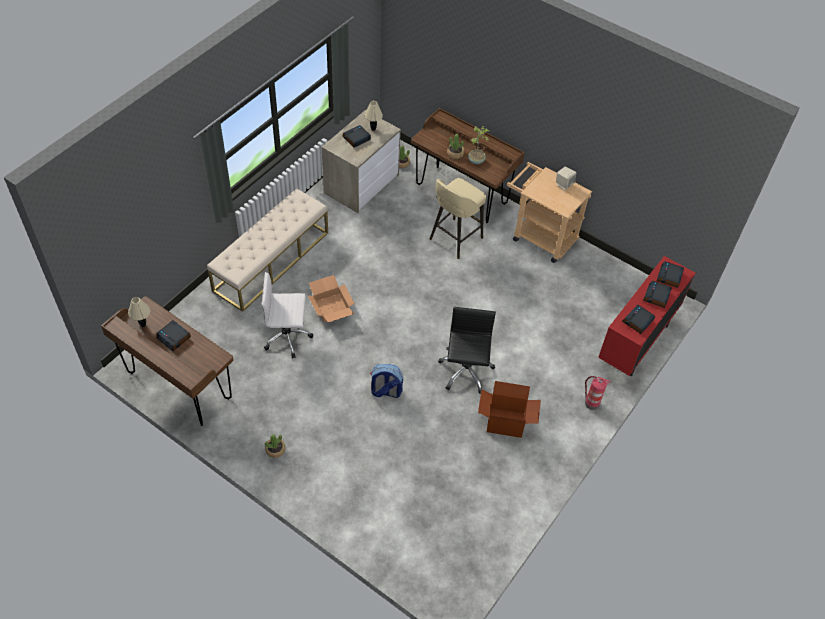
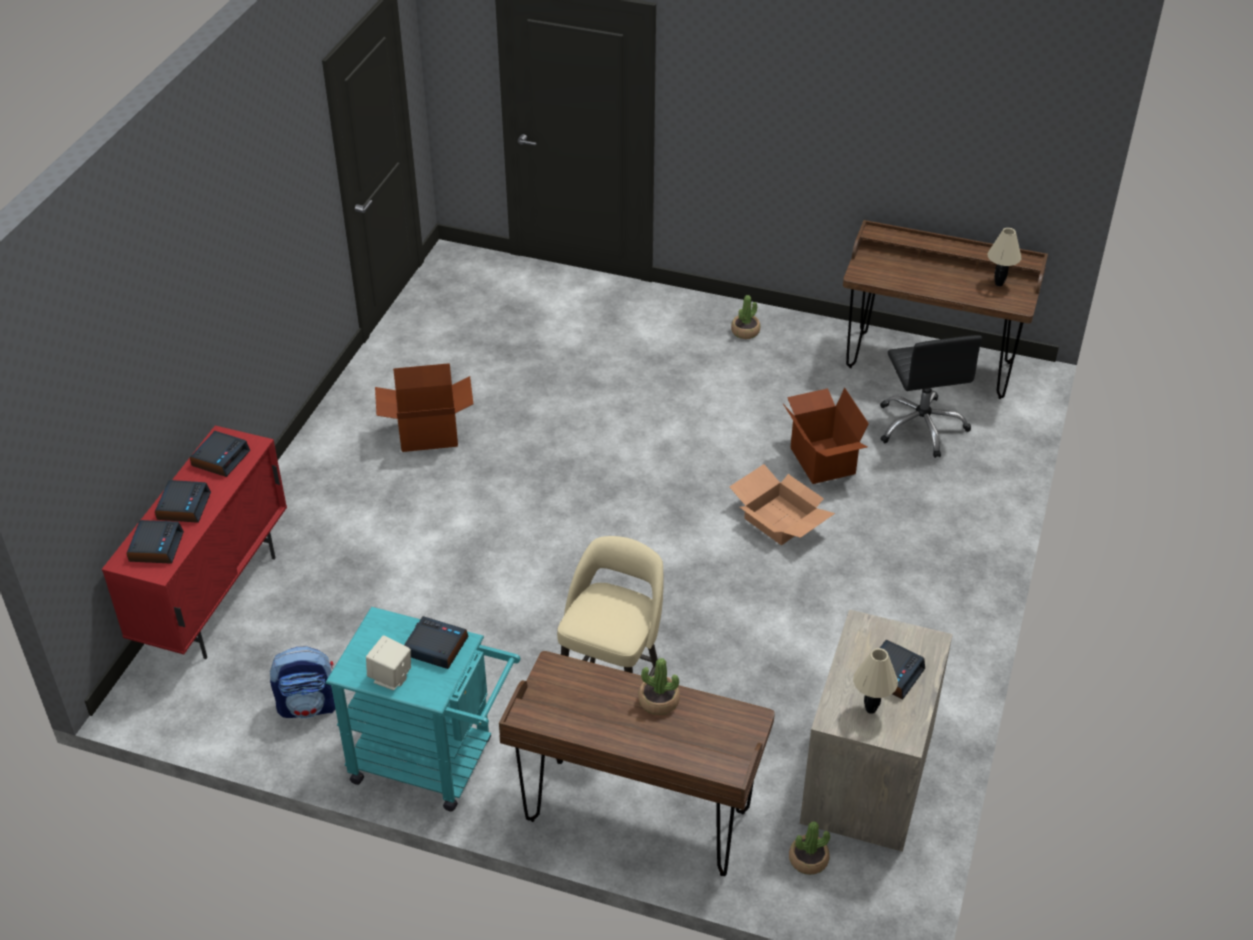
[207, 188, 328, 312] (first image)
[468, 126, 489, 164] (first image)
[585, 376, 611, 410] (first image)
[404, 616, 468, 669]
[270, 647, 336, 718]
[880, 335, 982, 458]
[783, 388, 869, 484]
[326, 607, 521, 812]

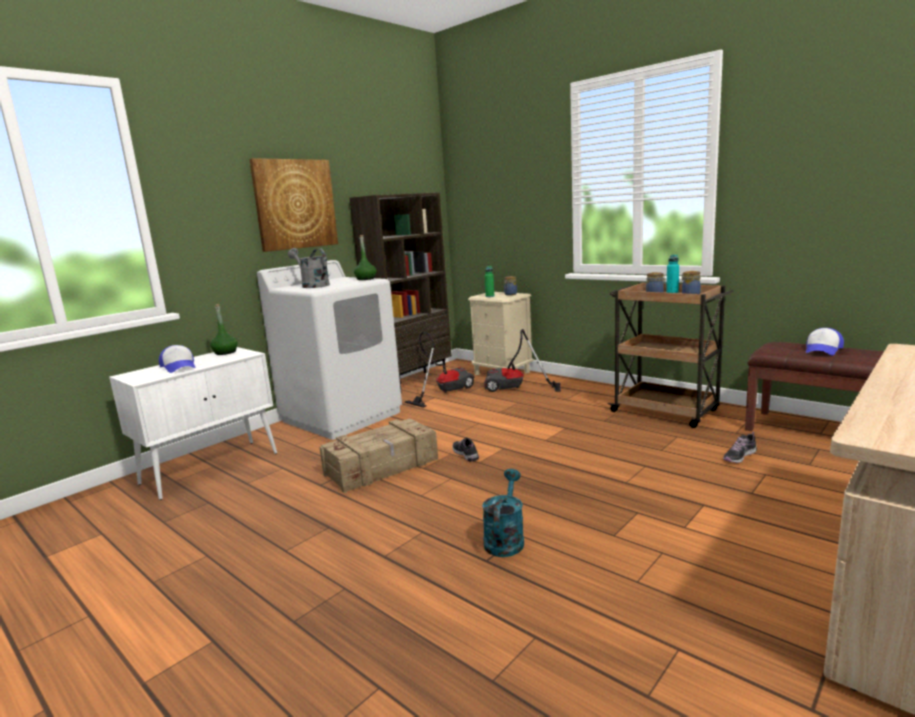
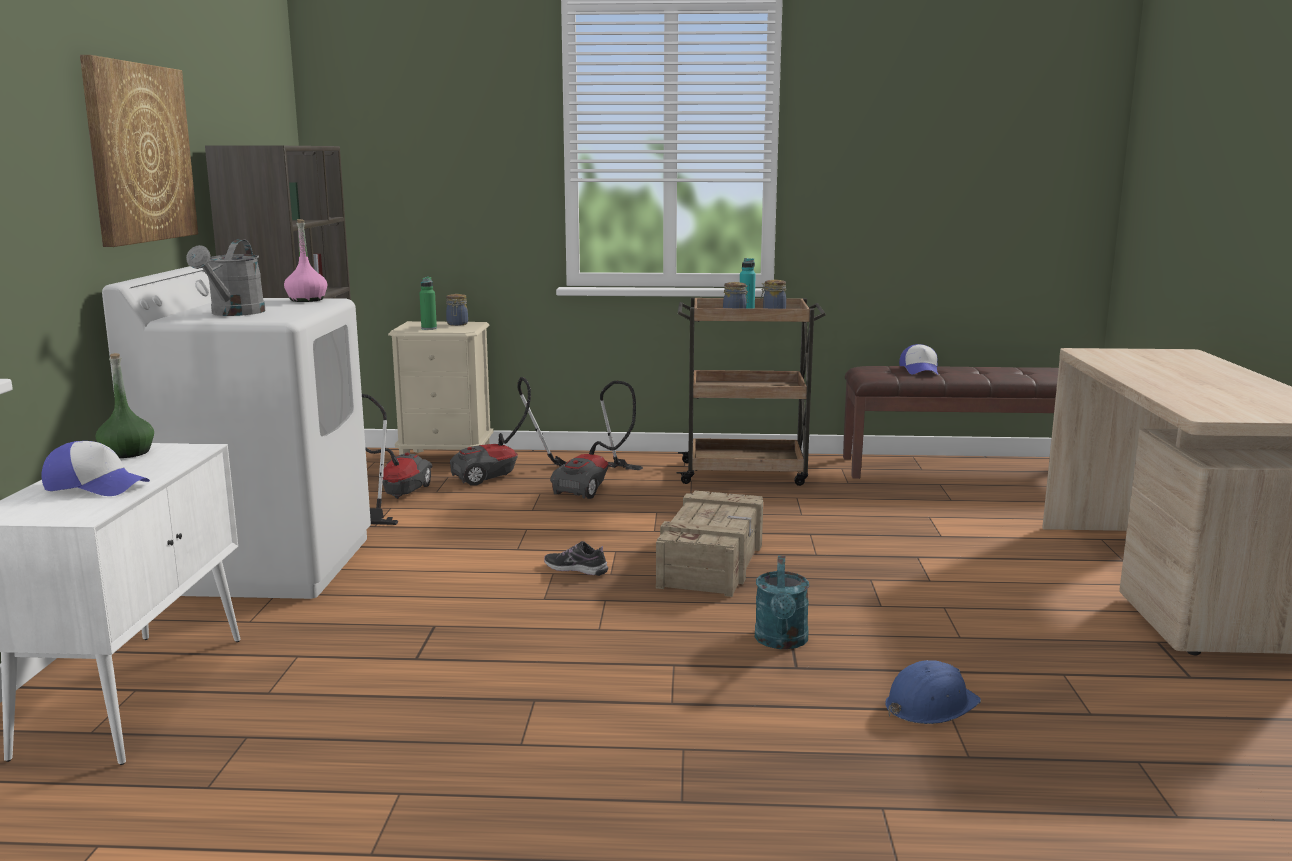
[723, 432, 757, 463] (first image)
[550, 381, 643, 499]
[885, 660, 981, 724]
[656, 491, 763, 597]
[284, 219, 327, 302]
[186, 239, 265, 316]
[755, 556, 809, 649]

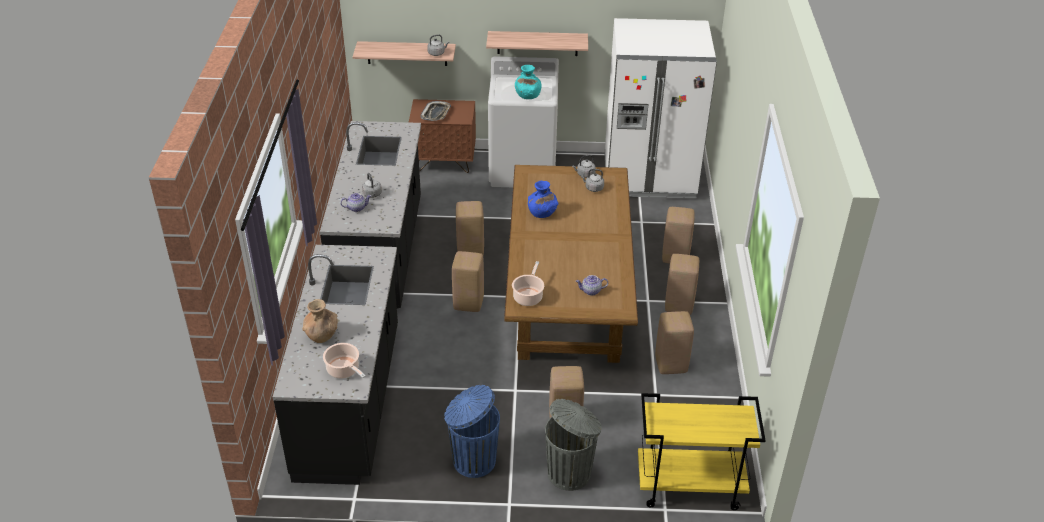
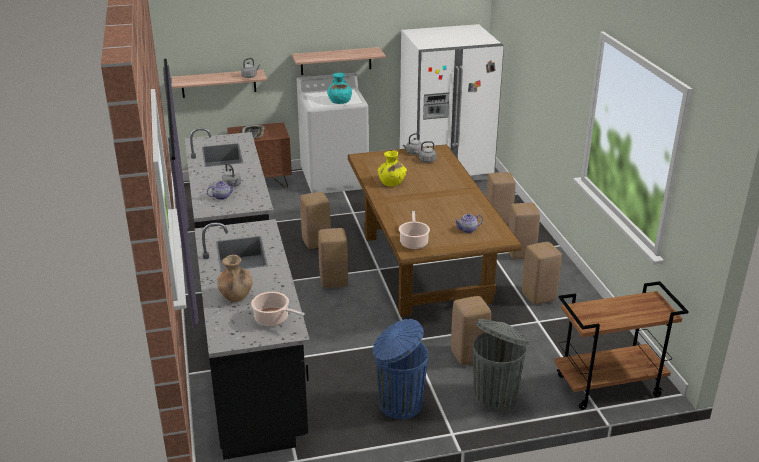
[377, 151, 407, 187]
[554, 281, 689, 410]

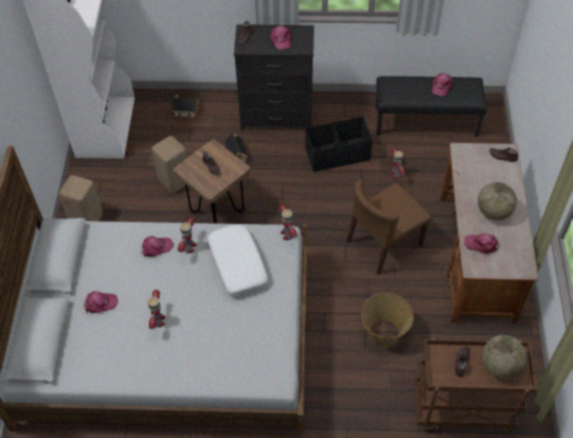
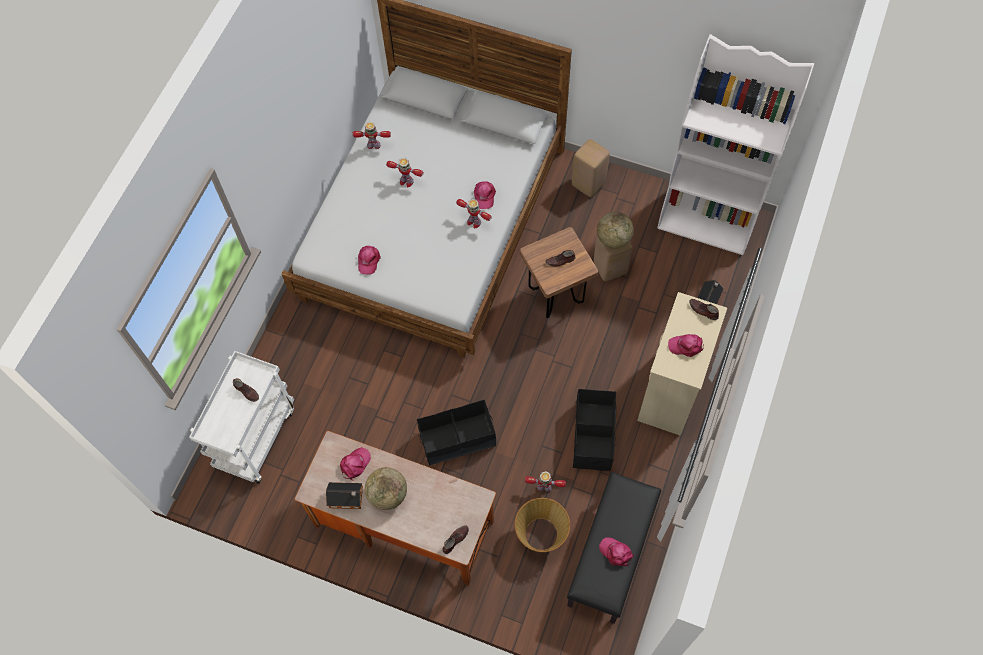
[207, 225, 268, 296] (first image)
[358, 246, 381, 274]
[326, 482, 363, 509]
[353, 122, 391, 149]
[515, 498, 570, 552]
[597, 212, 634, 249]
[417, 400, 496, 466]
[637, 292, 727, 436]
[189, 351, 294, 484]

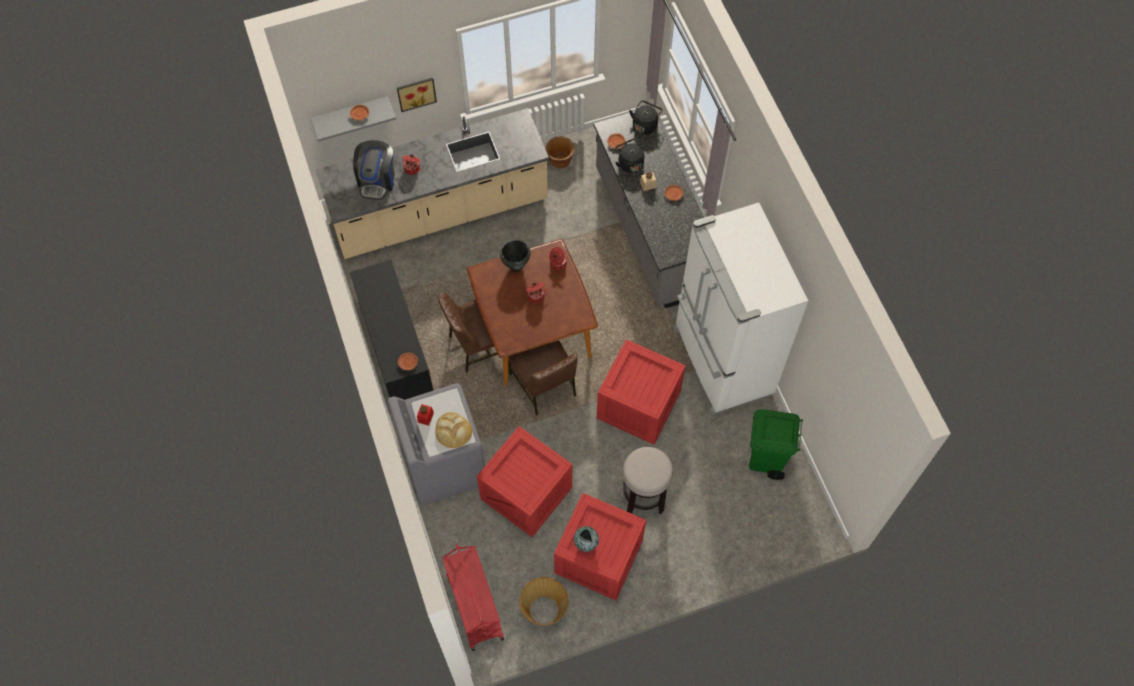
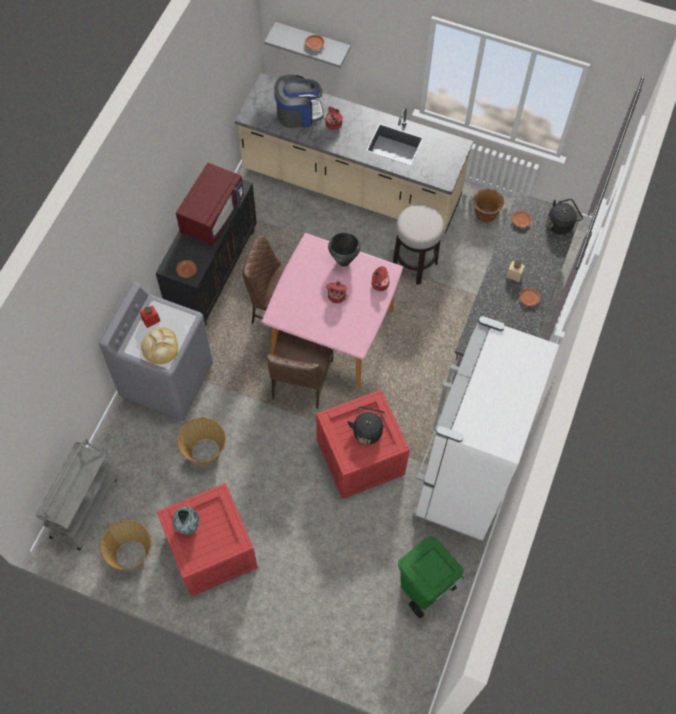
[397, 78, 437, 112] (first image)
[176, 163, 244, 246]
[347, 407, 385, 444]
[392, 205, 444, 285]
[177, 418, 226, 466]
[35, 438, 118, 551]
[262, 233, 403, 389]
[274, 75, 324, 128]

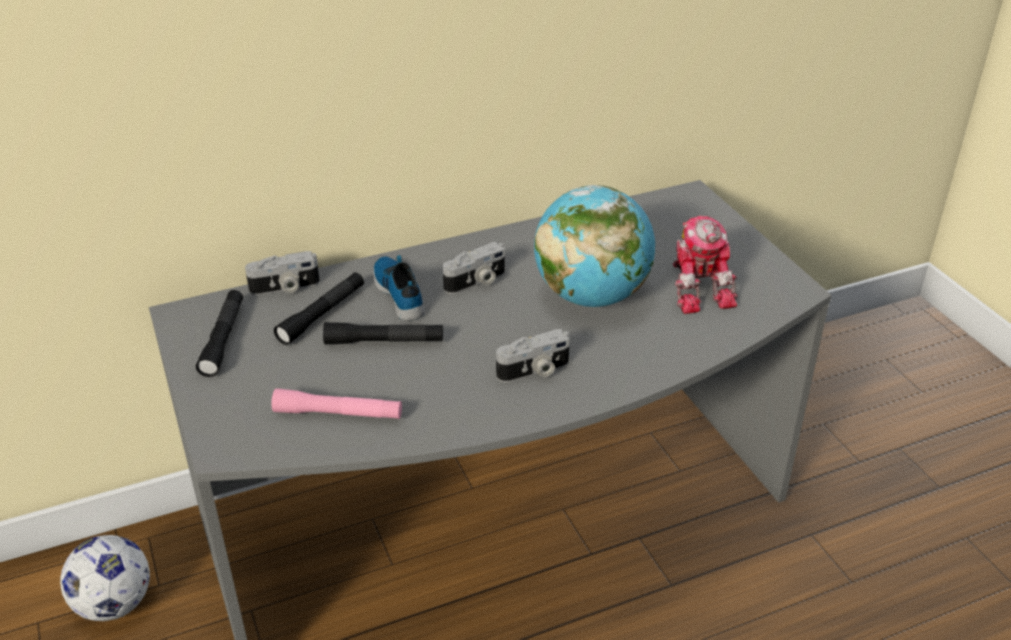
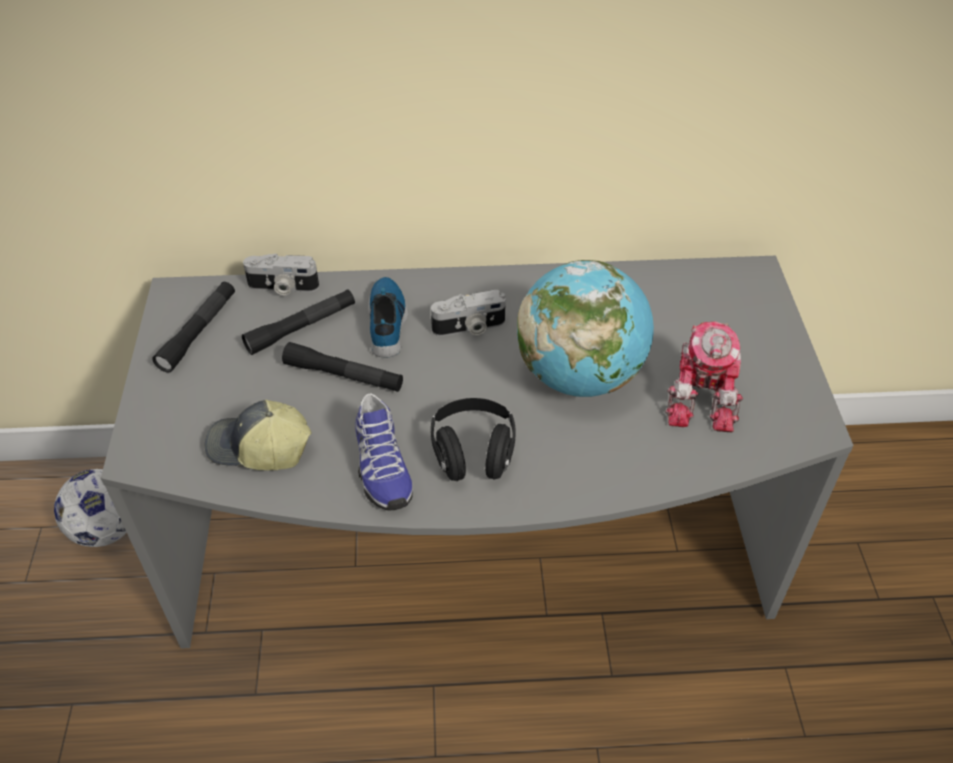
[355, 393, 413, 510]
[205, 400, 312, 470]
[431, 398, 516, 481]

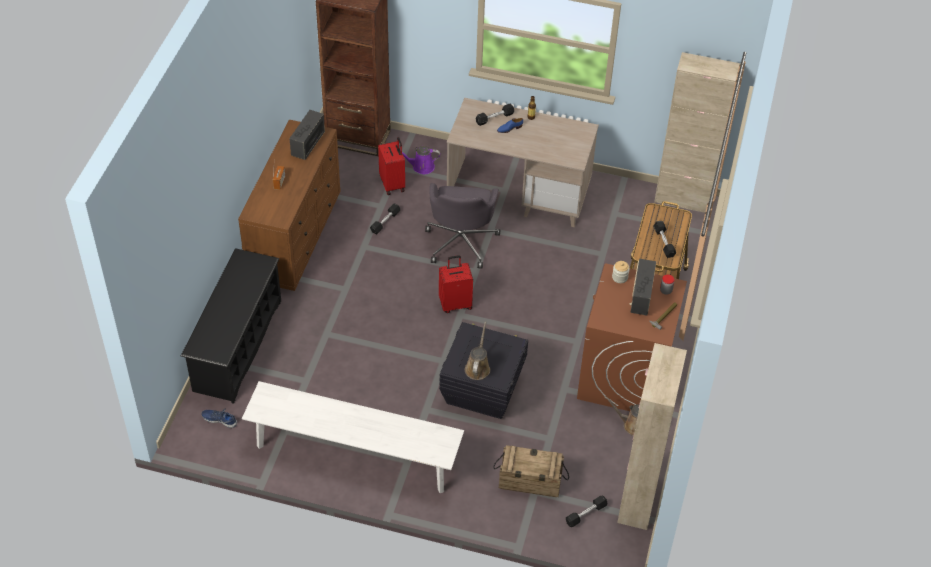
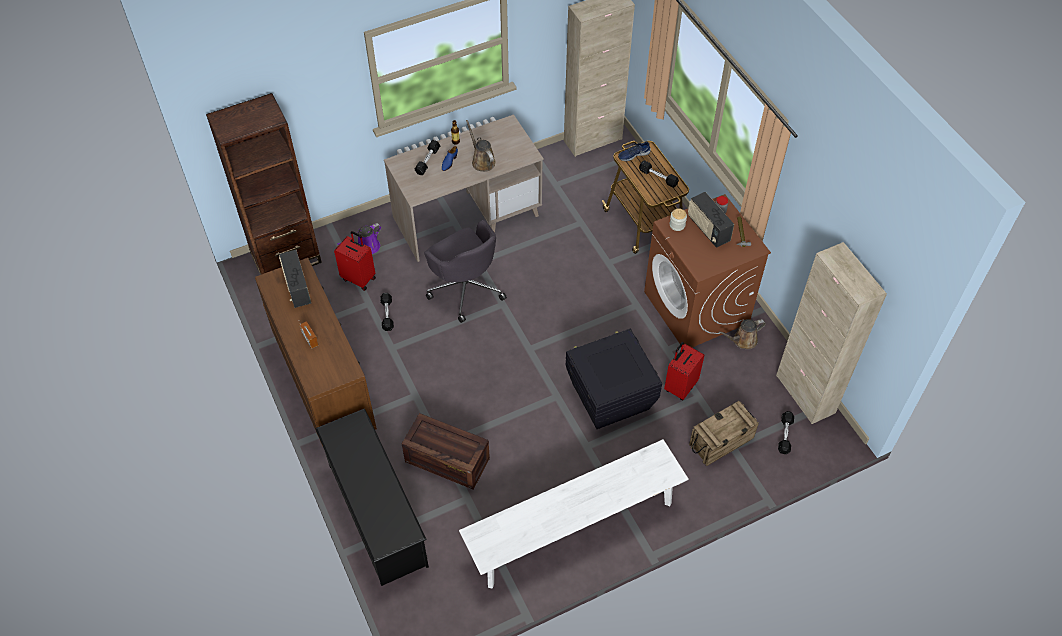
[402, 413, 490, 490]
[618, 141, 651, 161]
[664, 342, 704, 400]
[466, 120, 495, 172]

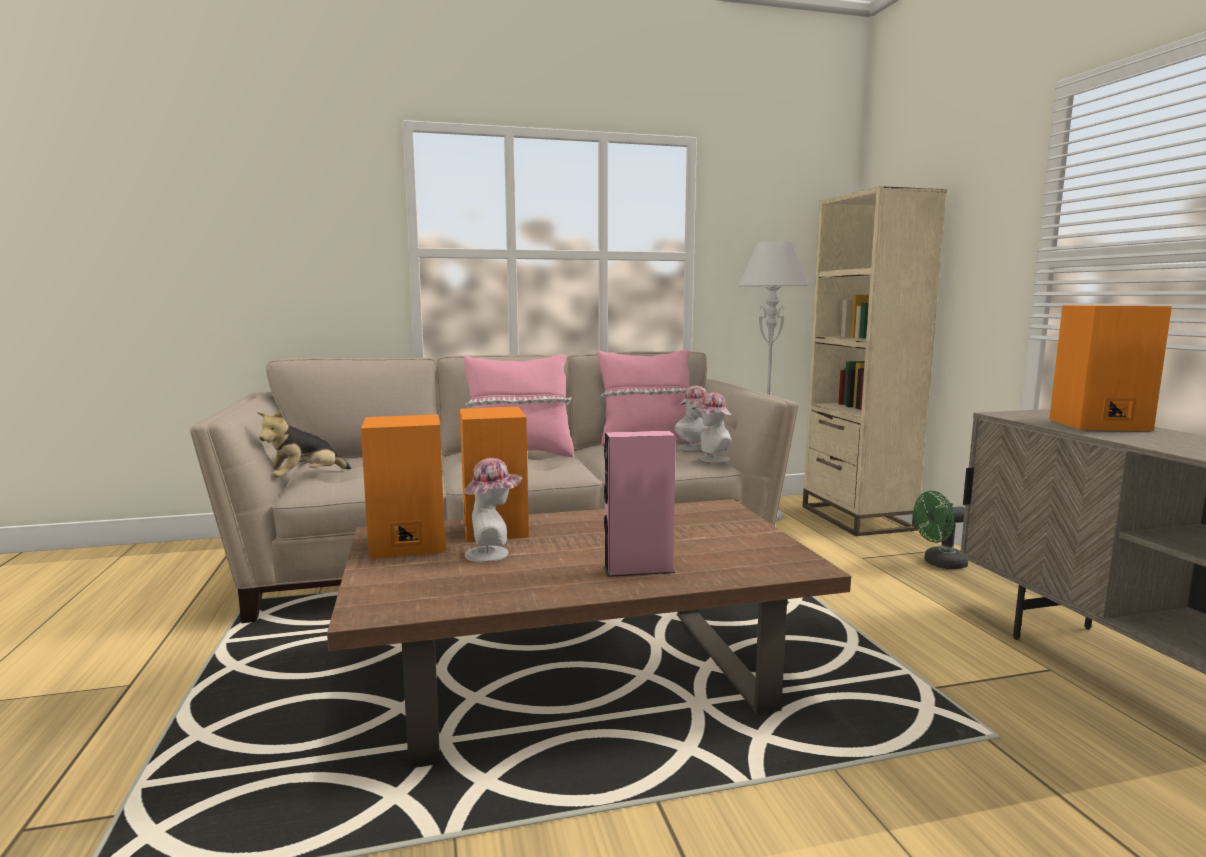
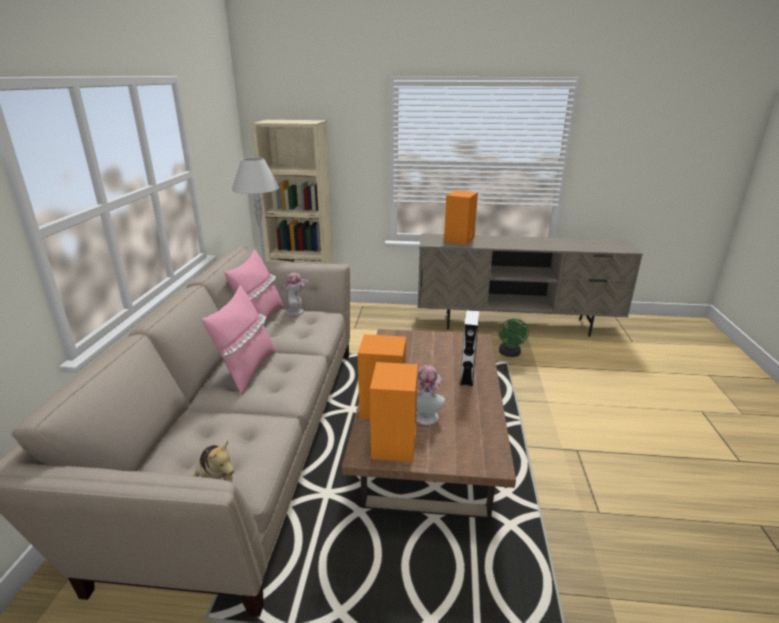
[692, 393, 731, 463] (first image)
[498, 319, 529, 357]
[460, 310, 479, 387]

